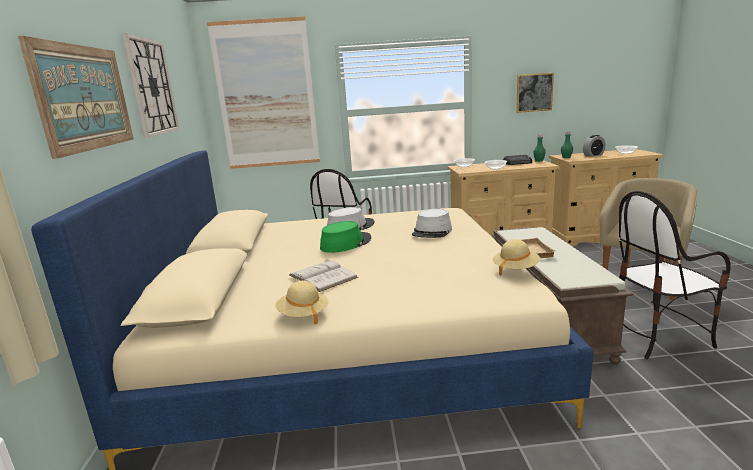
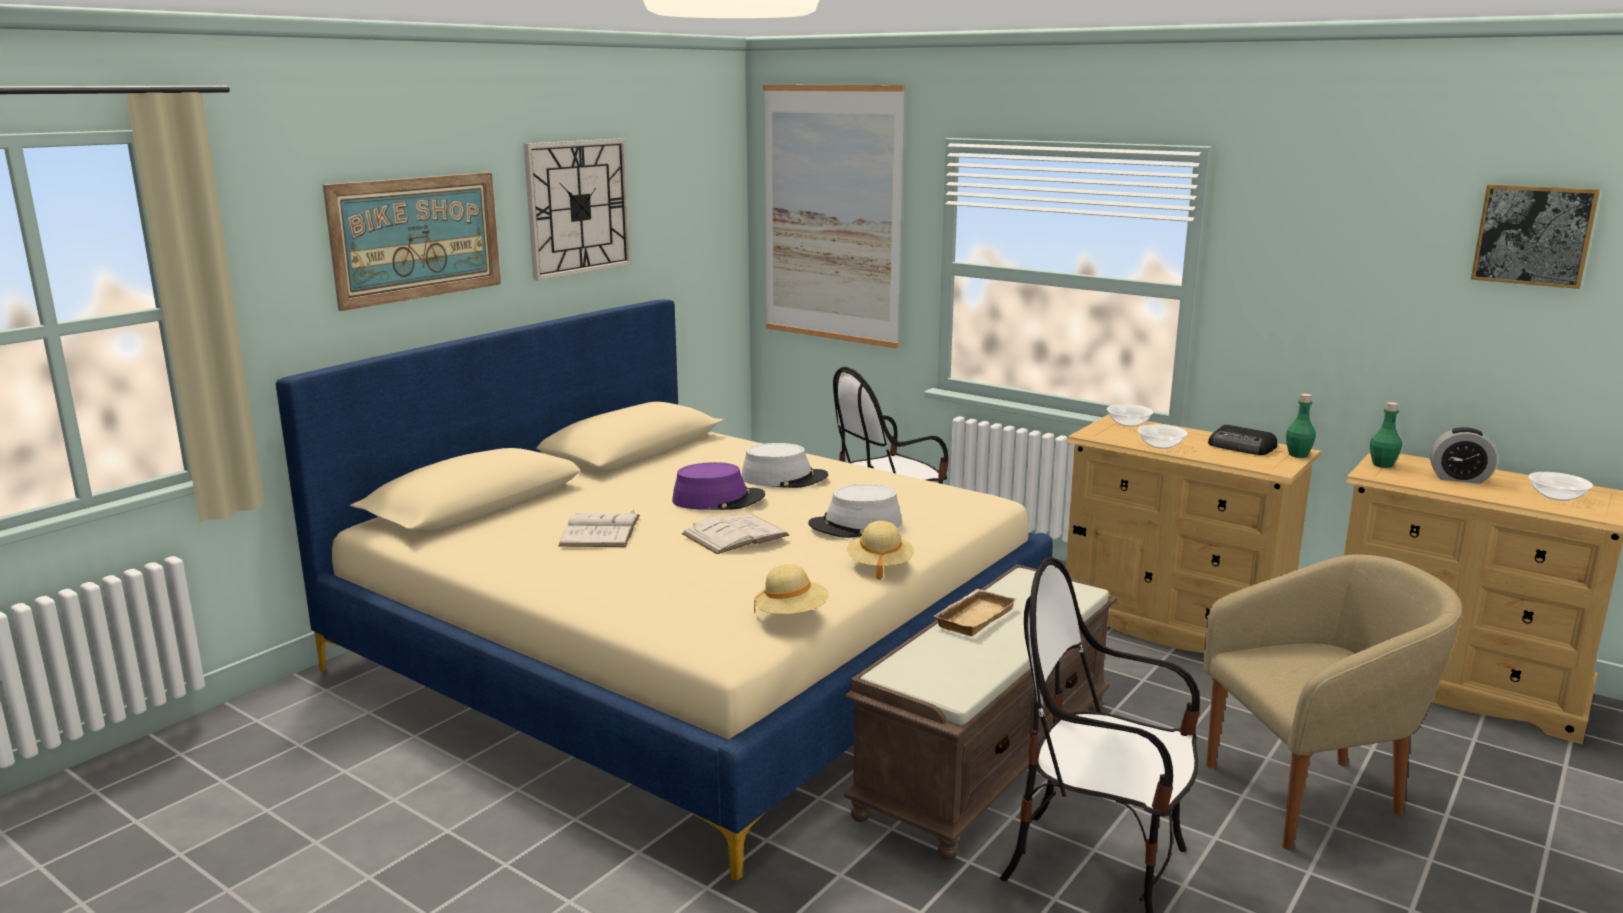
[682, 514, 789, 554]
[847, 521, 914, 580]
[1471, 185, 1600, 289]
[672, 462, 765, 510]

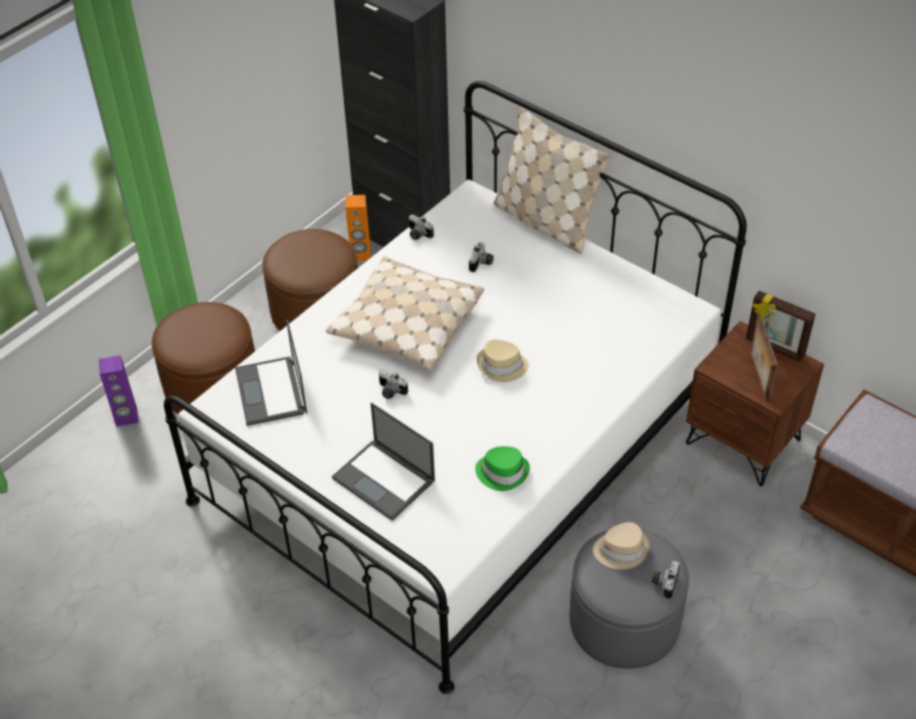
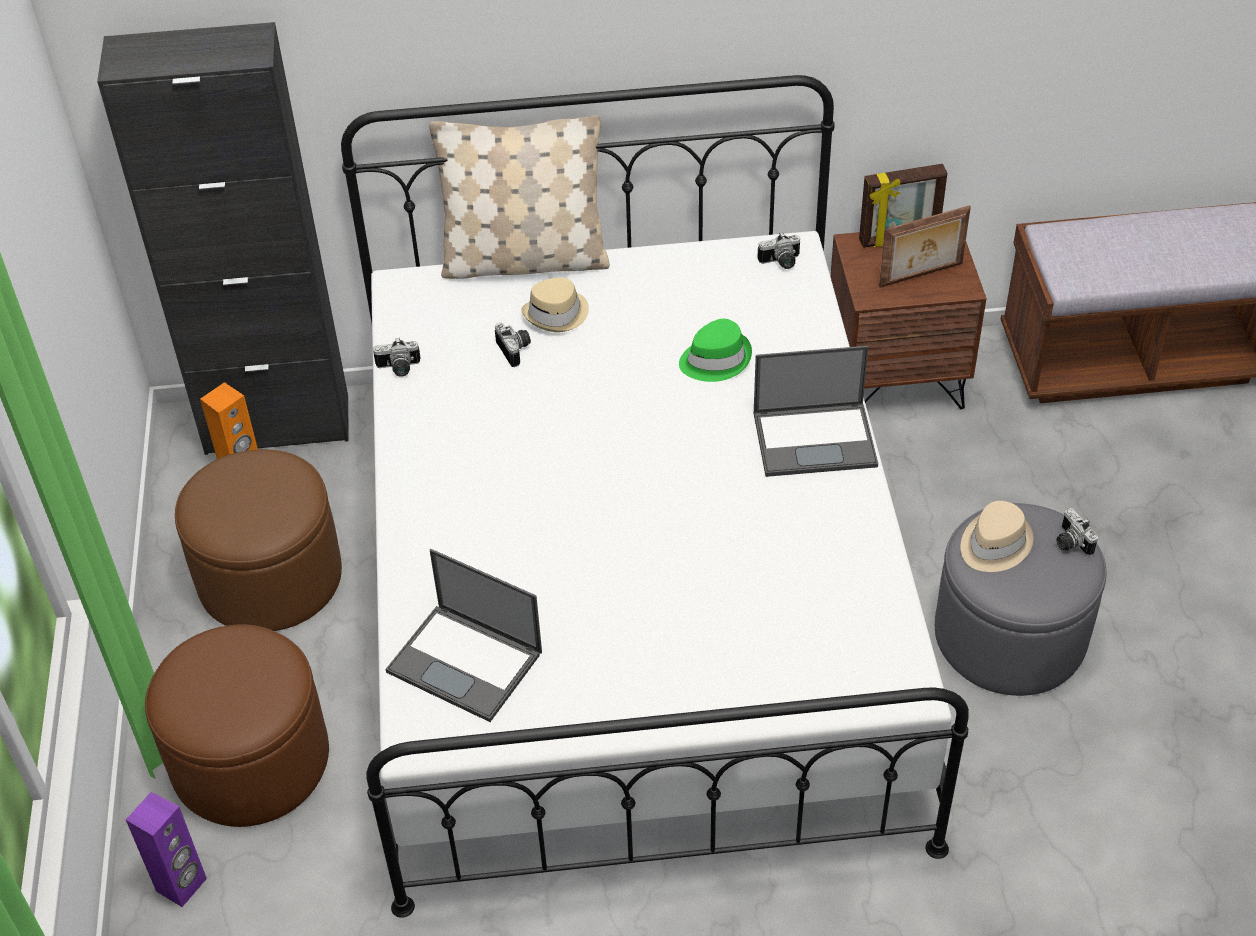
[326, 257, 484, 370] (first image)
[754, 346, 878, 477]
[758, 232, 800, 269]
[679, 319, 752, 382]
[521, 277, 589, 332]
[879, 205, 971, 288]

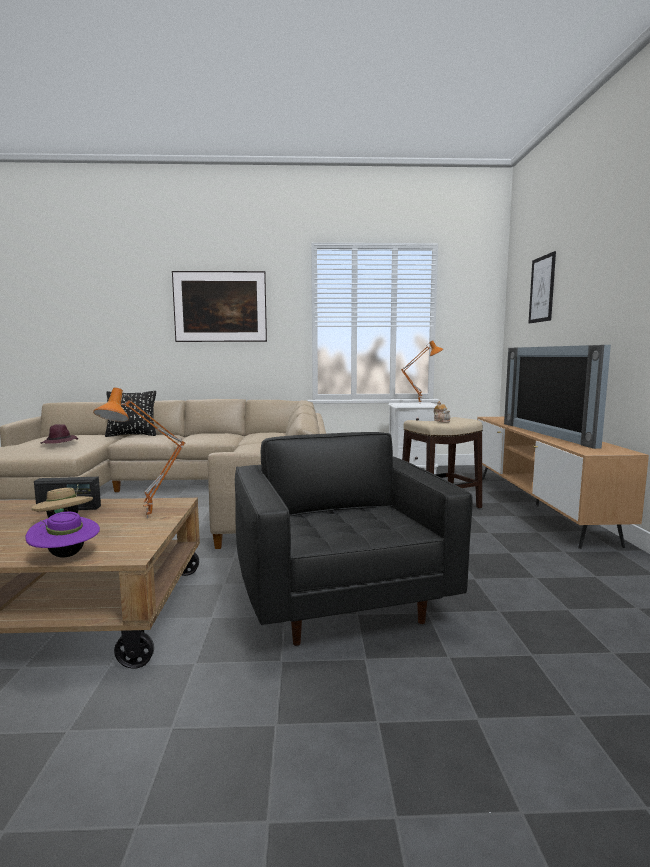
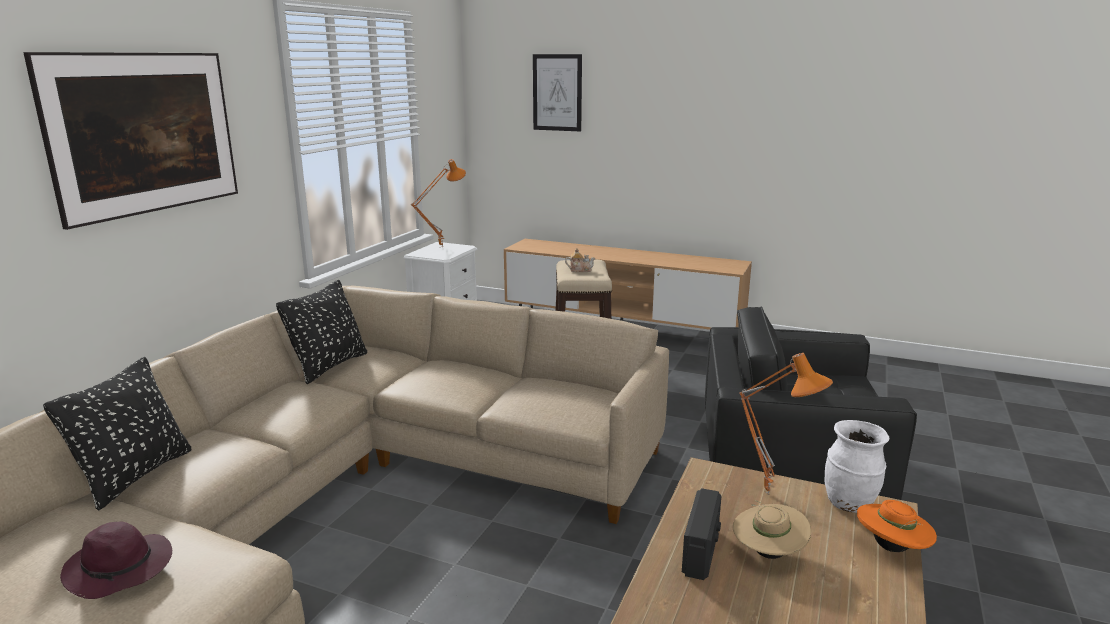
[504, 345, 611, 449] (first image)
[276, 280, 367, 384]
[824, 420, 890, 513]
[857, 500, 937, 552]

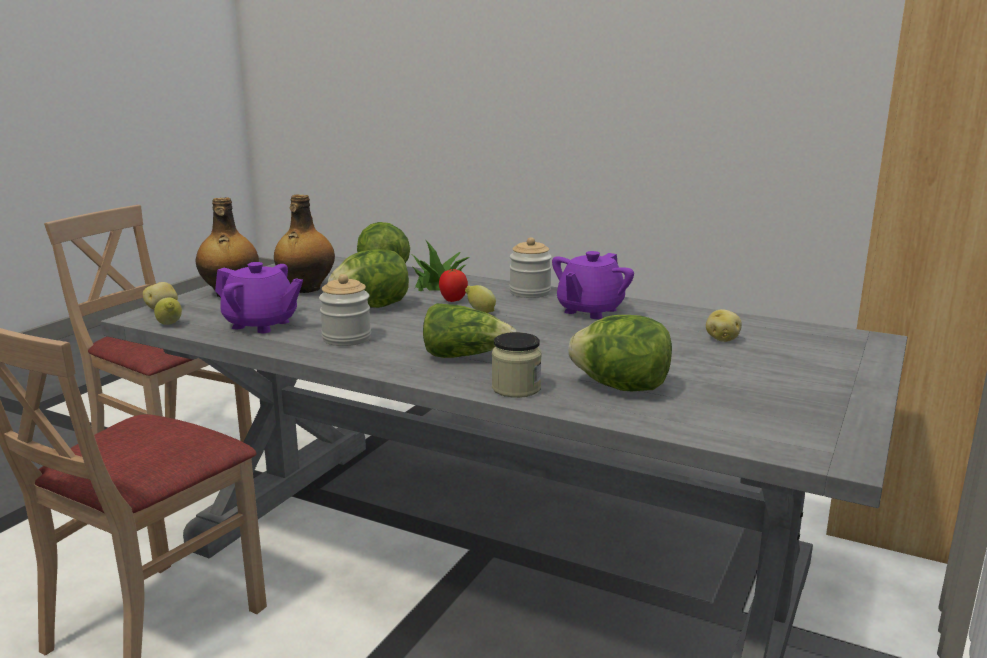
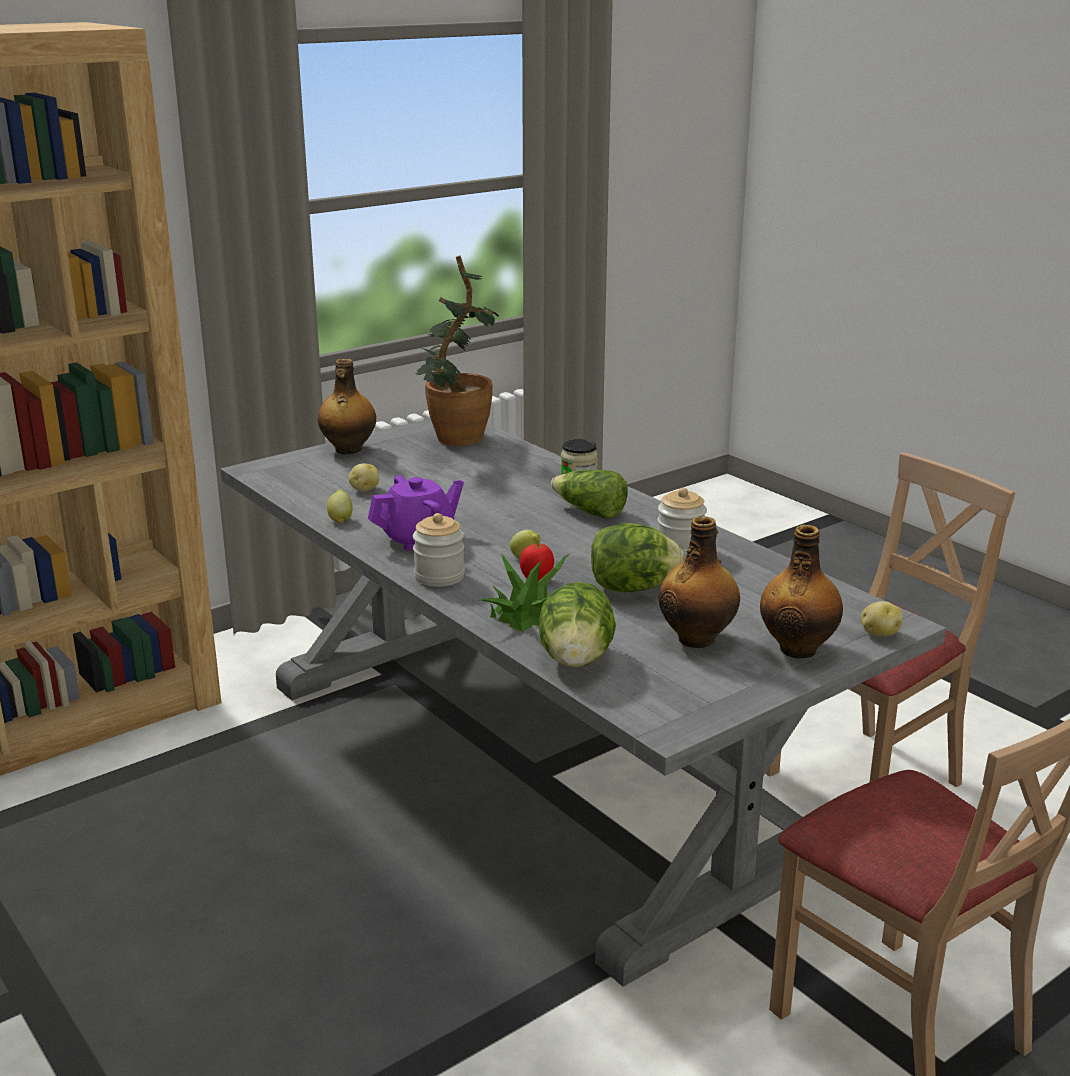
[215, 262, 303, 333] (first image)
[568, 315, 672, 391] (first image)
[318, 359, 376, 455]
[414, 255, 499, 446]
[327, 489, 353, 523]

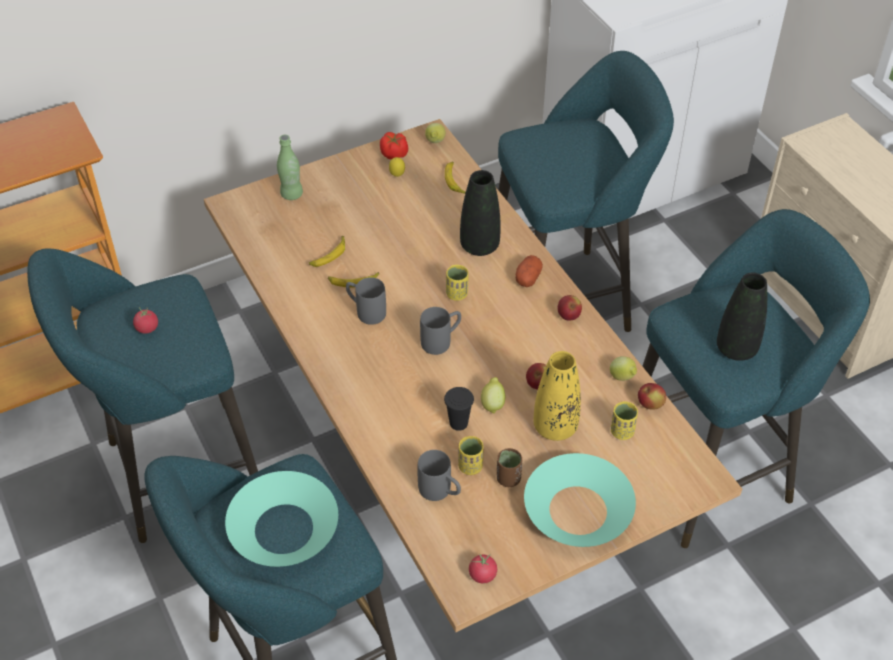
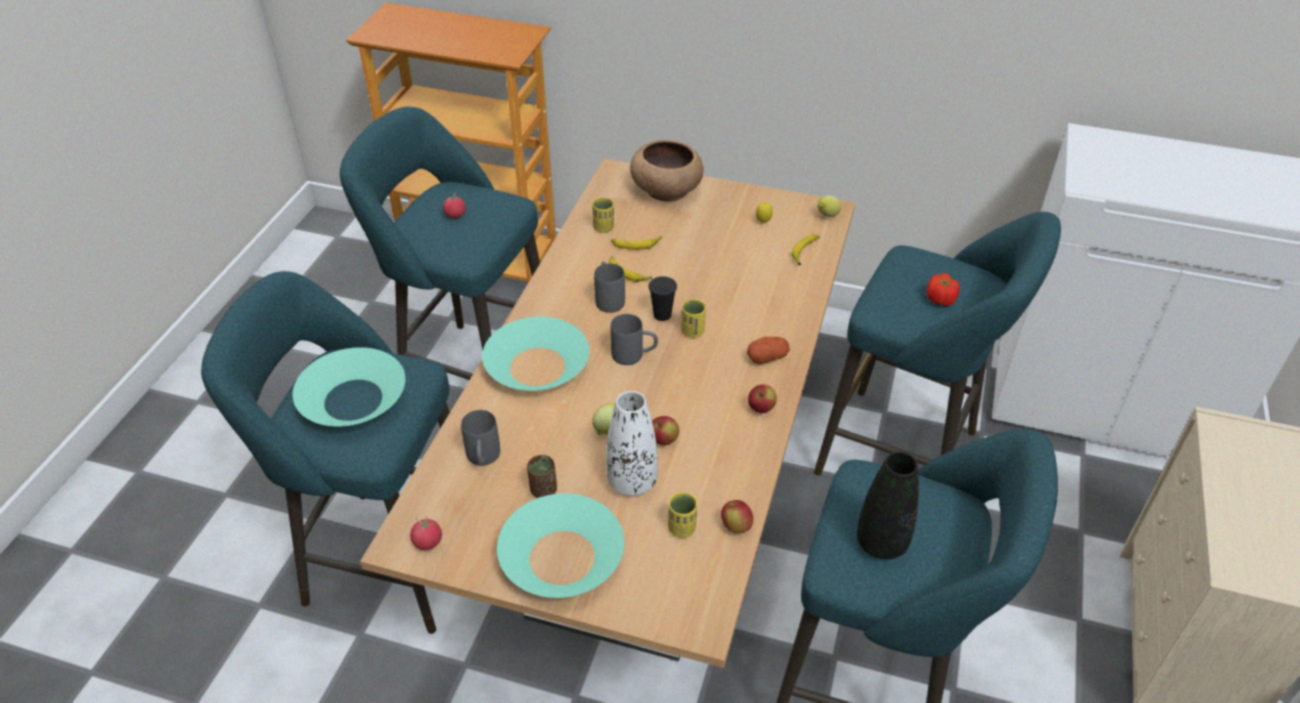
[460, 170, 501, 256] (first image)
[610, 356, 637, 381] (first image)
[482, 317, 590, 391]
[927, 273, 960, 306]
[649, 276, 677, 321]
[592, 197, 614, 233]
[630, 140, 704, 202]
[606, 391, 658, 496]

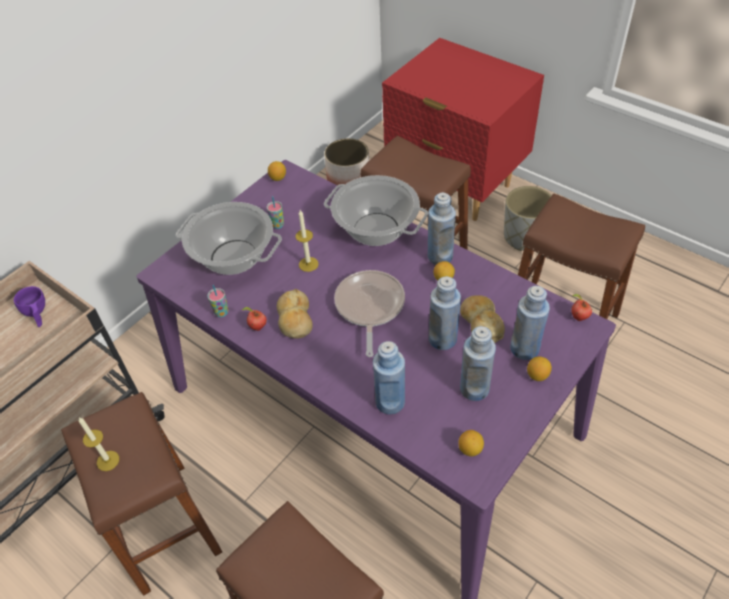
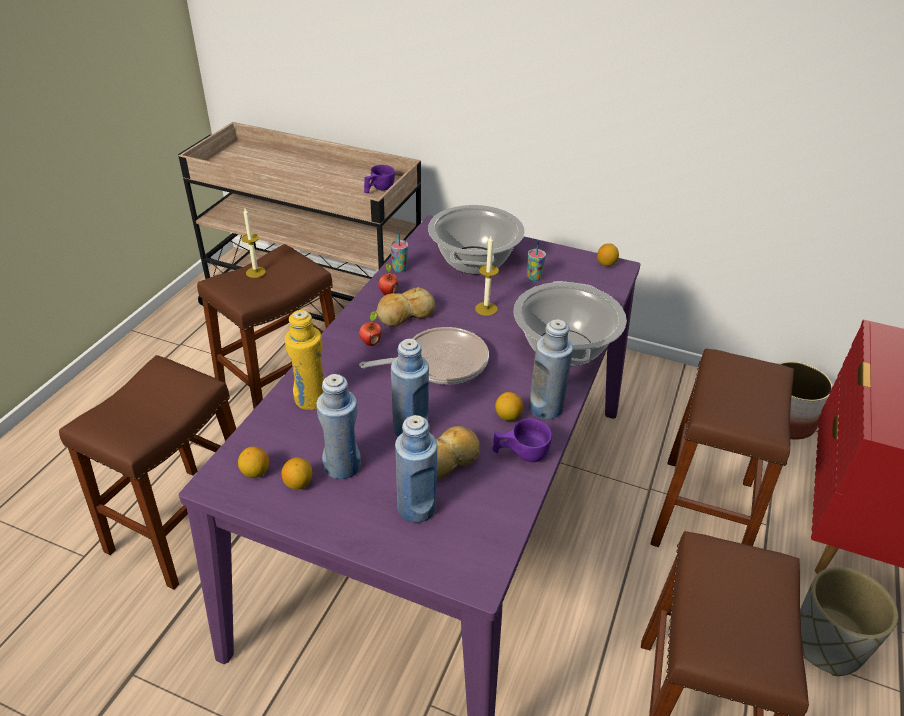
[493, 418, 552, 462]
[281, 457, 312, 490]
[359, 311, 382, 346]
[285, 310, 324, 410]

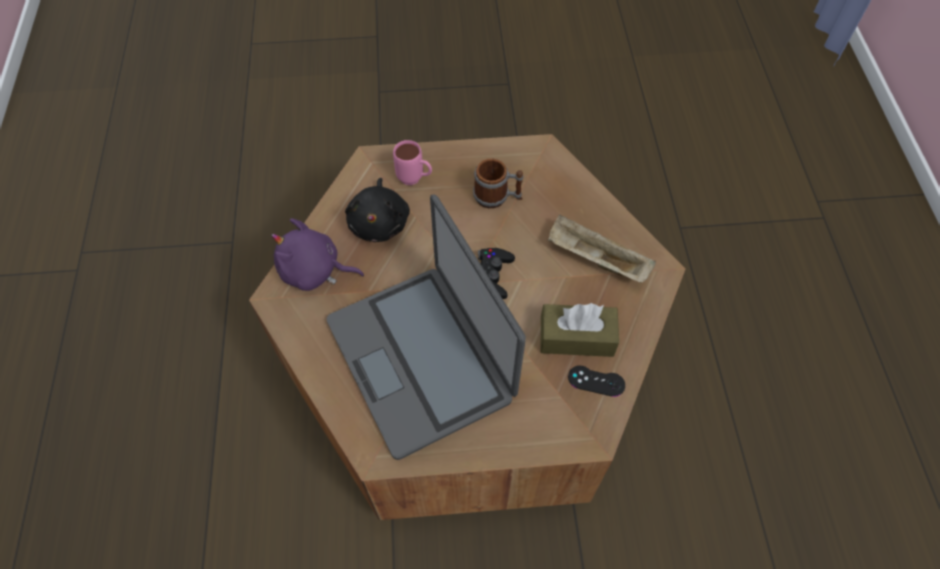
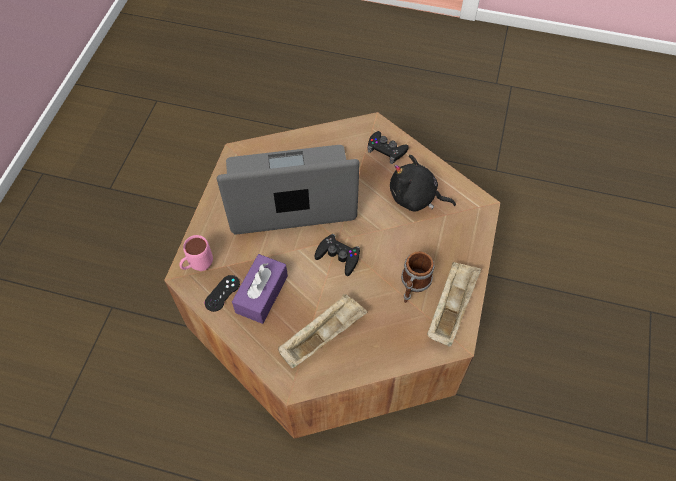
[427, 262, 481, 347]
[179, 235, 213, 271]
[368, 131, 409, 164]
[232, 254, 288, 324]

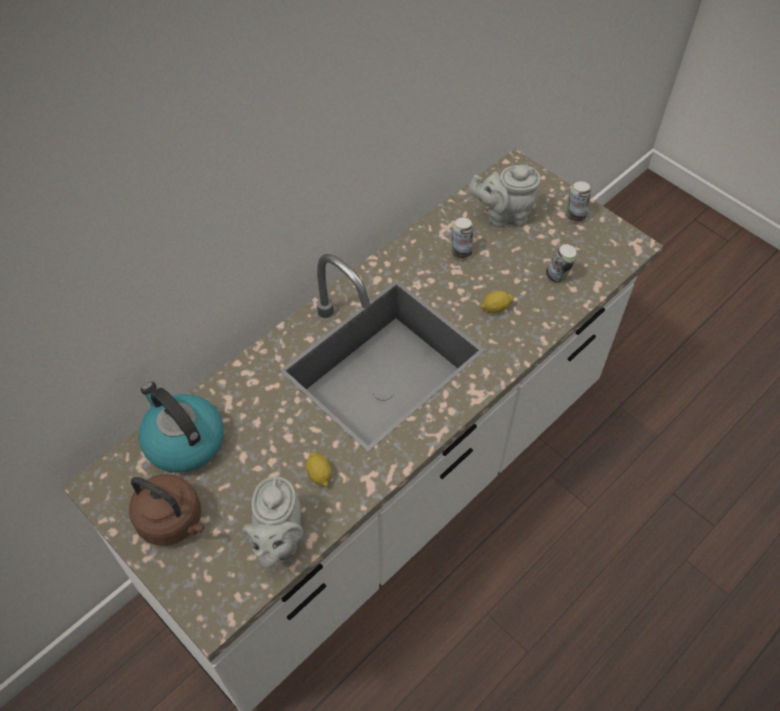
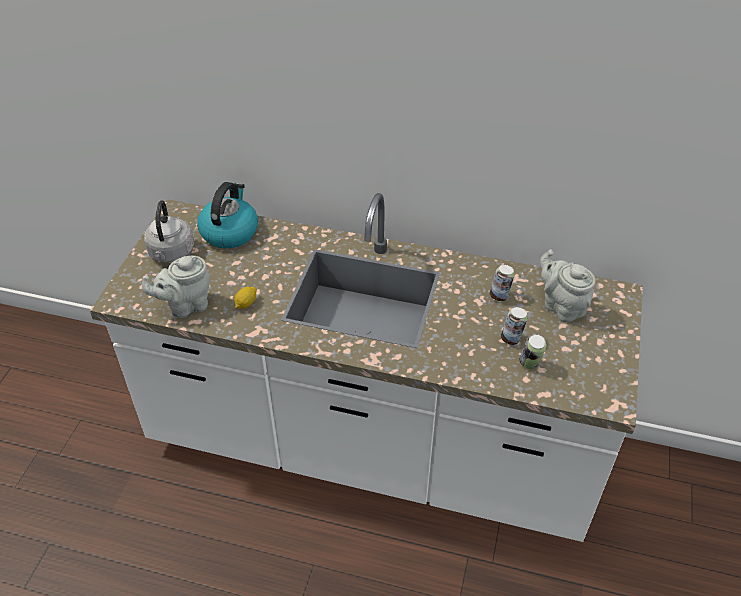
[480, 290, 514, 313] (first image)
[501, 307, 528, 345]
[144, 200, 194, 263]

